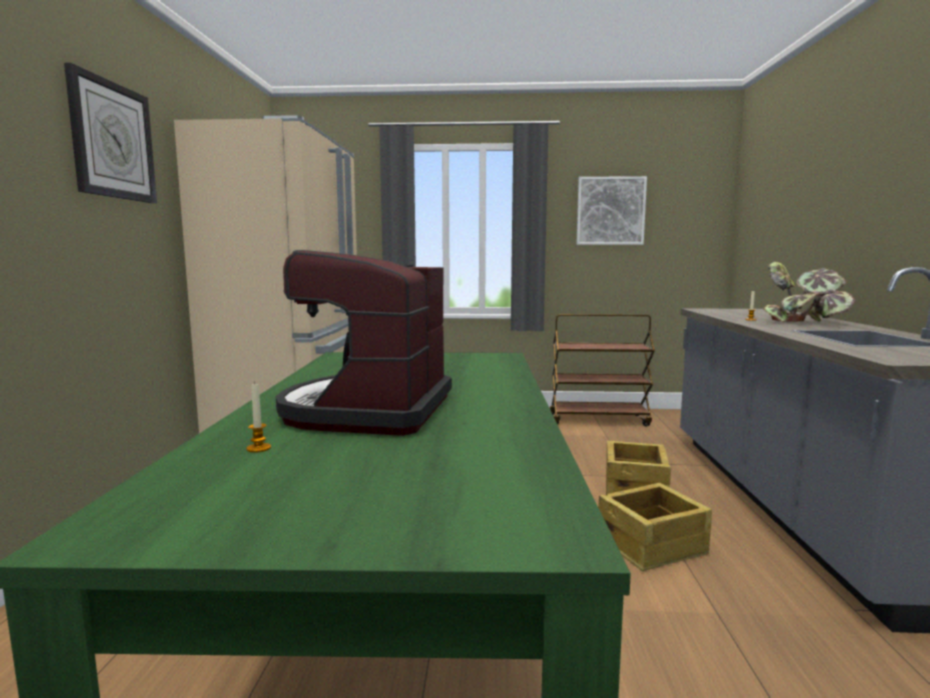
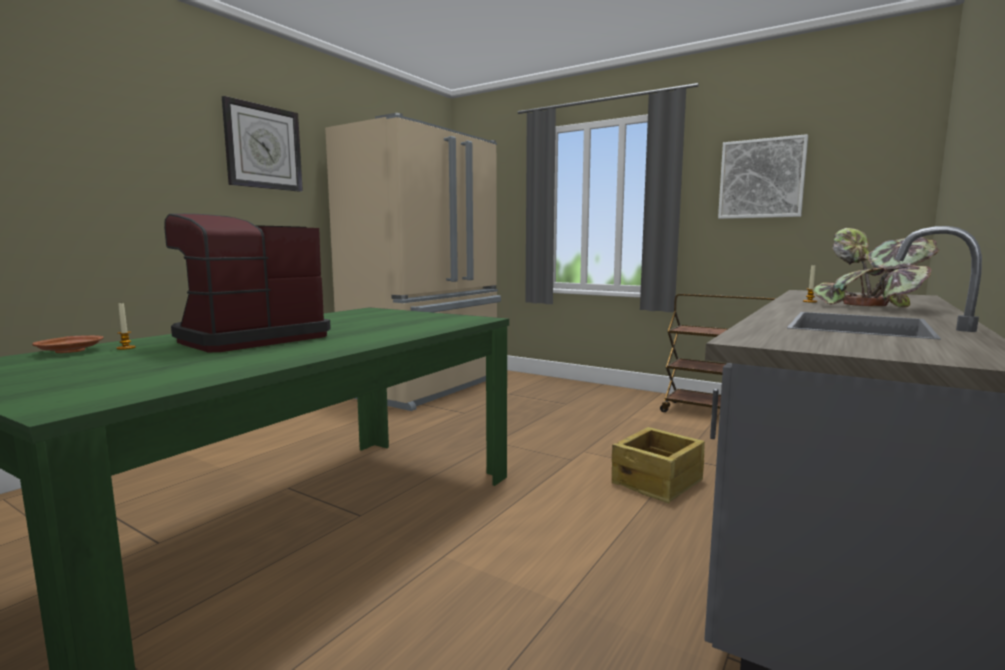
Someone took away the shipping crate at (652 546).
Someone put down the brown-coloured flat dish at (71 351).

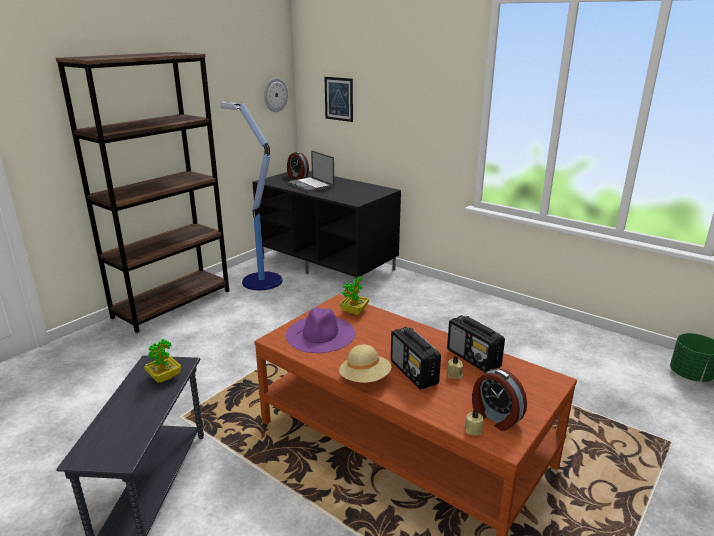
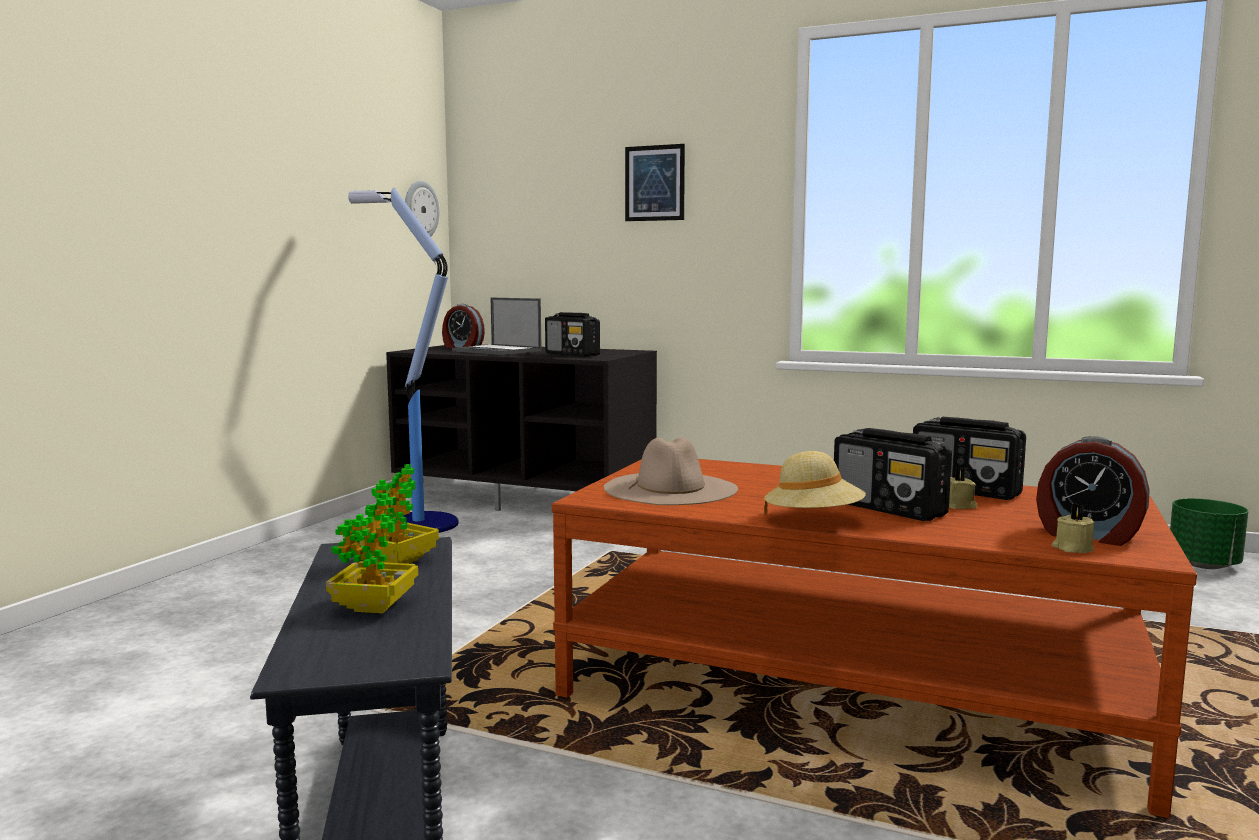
Someone took away the brown-coloured shelving unit at (173 303).
Someone repainted the purple-coloured wearable hat at (320 334), which became the beige-coloured wearable hat at (670 488).
Someone carried the wall art from (339 99) to (654 183).
Someone carried the houseplant from (354 311) to (374 607).
Someone put down the radio at (572 354).

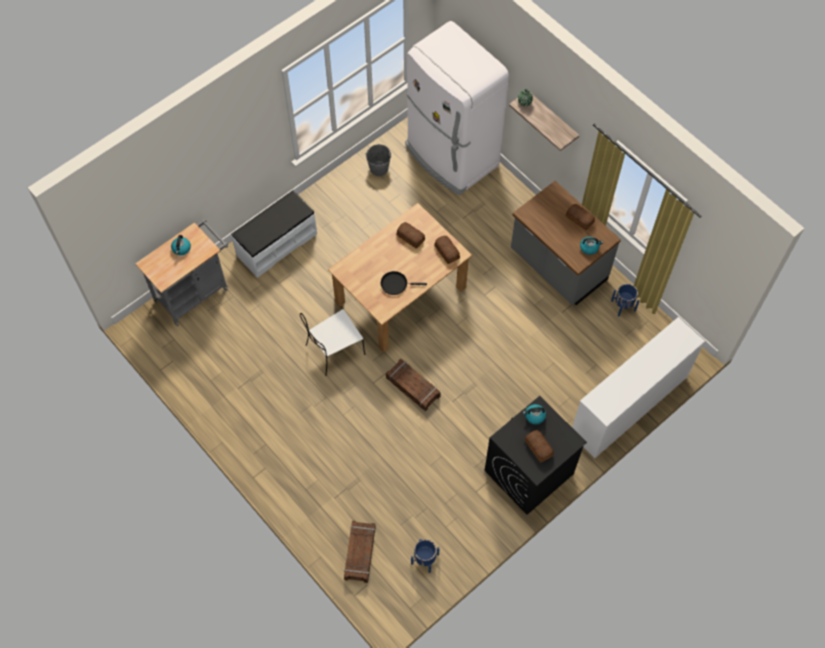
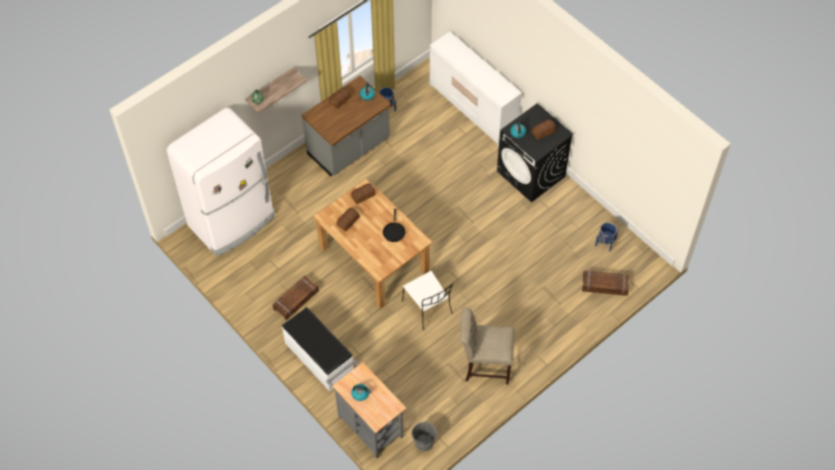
Someone carried the greyish bucket from (379 168) to (424 442).
Someone carried the shipping crate from (412 387) to (296 300).
Someone put down the beige-coloured upright chair at (484 365).

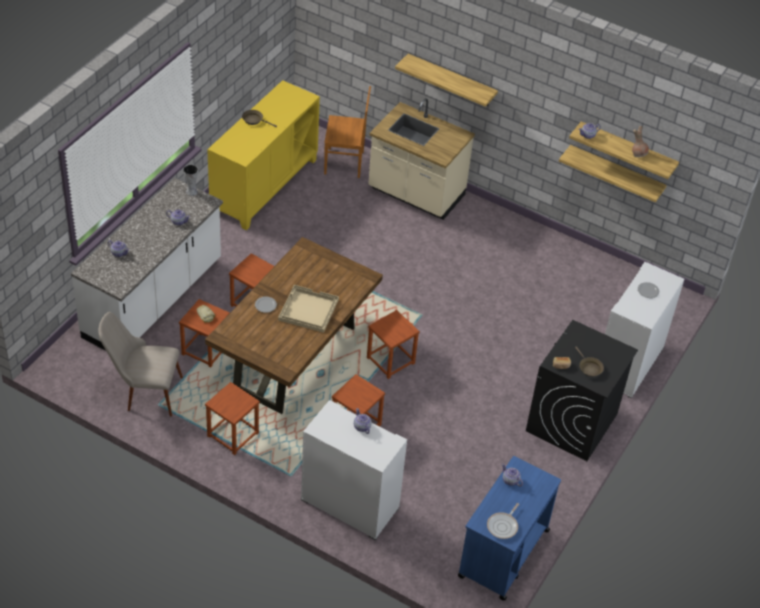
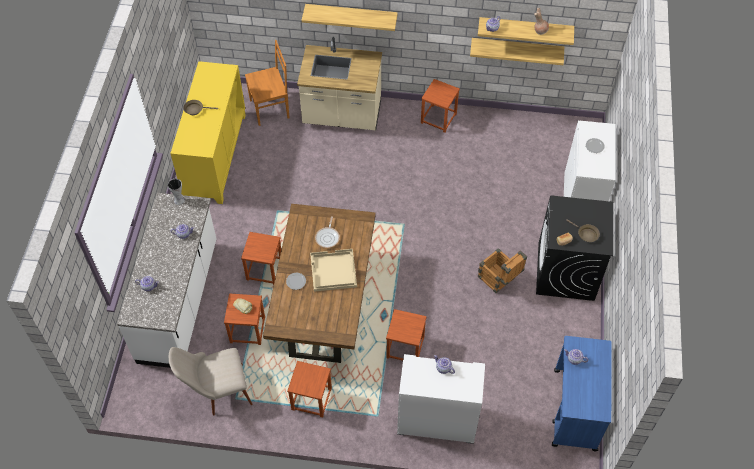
Someone carried the brown-coloured stool from (391 361) to (438 118).
Someone carried the skillet from (503 526) to (328 237).
Someone put down the shipping crate at (499 280).

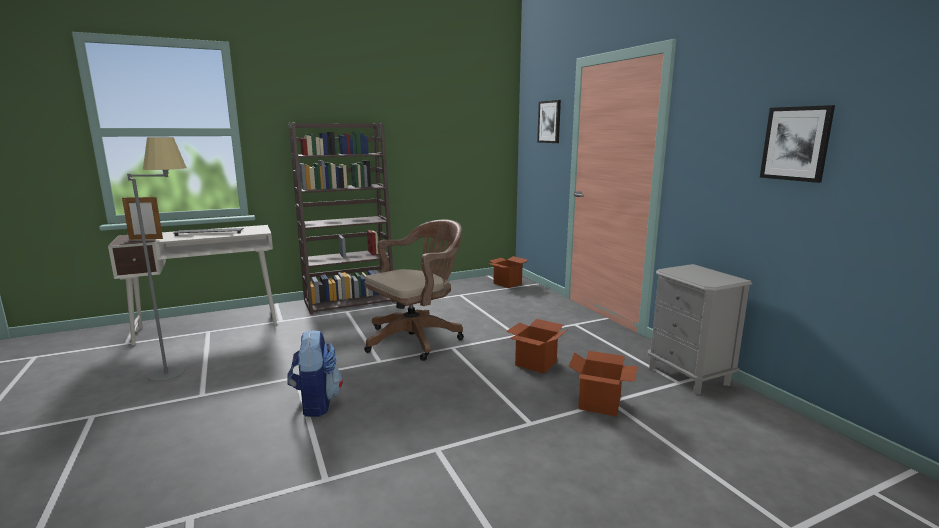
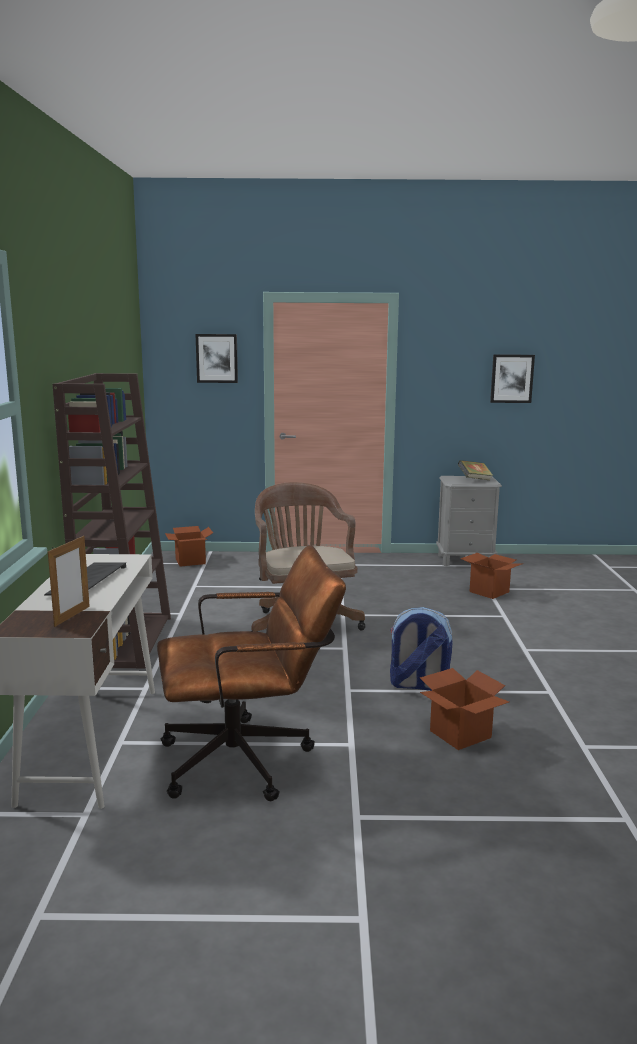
Someone swapped the greyish standing lamp at (181 367) for the brown-coloured desk chair at (249 760).
Someone carried the carton from (536 363) to (460 734).
Someone put down the book at (474 480).

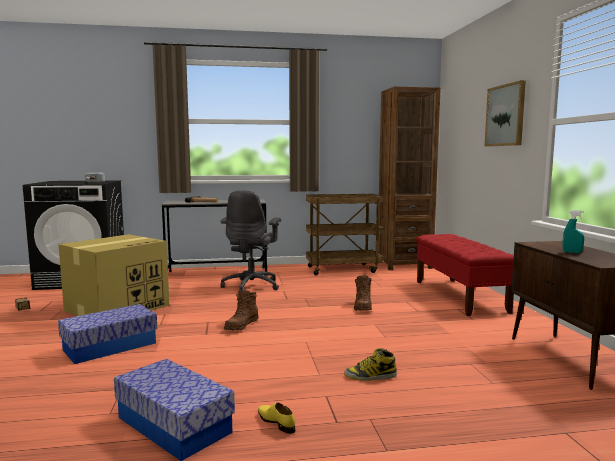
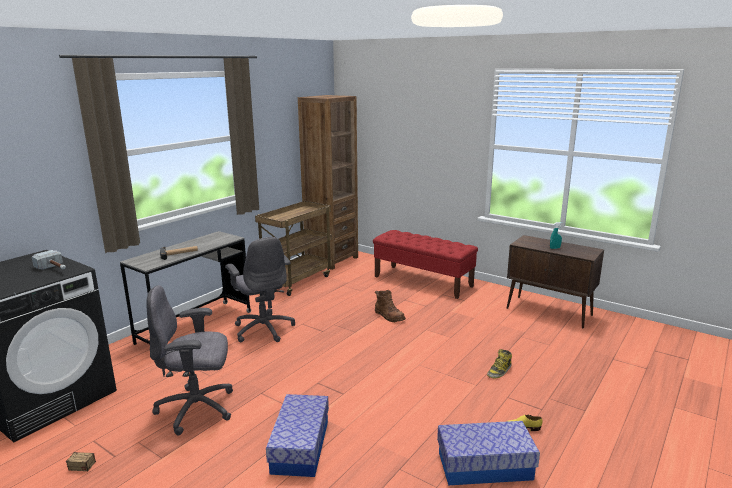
Someone swapped the carton at (118 307) for the greyish desk chair at (197 409).
Someone took away the brown-coloured tall boot at (241 325).
Someone took away the wall art at (505 115).

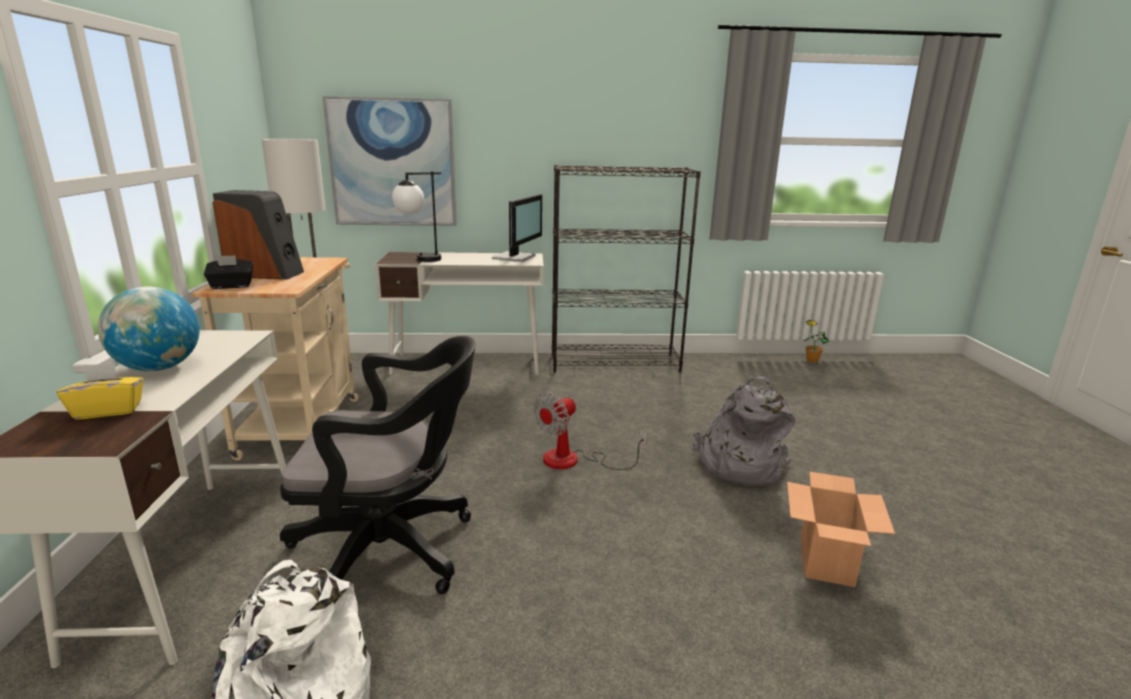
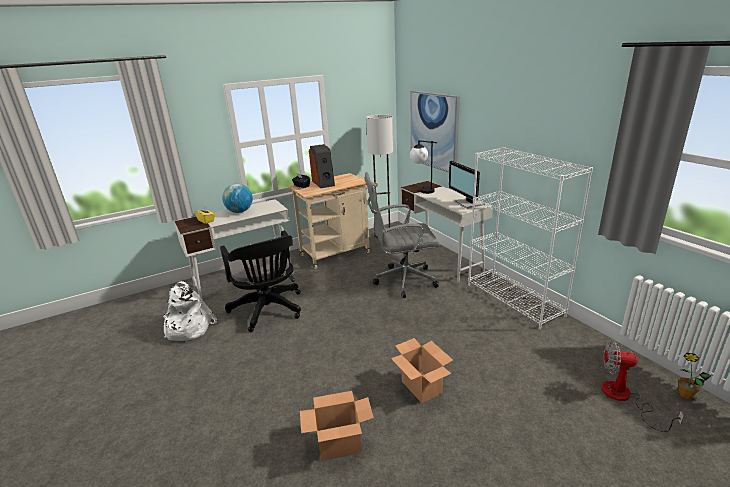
Someone rotated the monitor at (516 257) by 75 degrees clockwise.
Someone carried the electric fan from (574 461) to (624 398).
Someone repainted the black-coloured shelving unit at (615 363), which became the white-coloured shelving unit at (514 300).
Someone swapped the greyish backpack at (738 465) for the carton at (422 387).
Someone put down the greyish desk chair at (402 281).

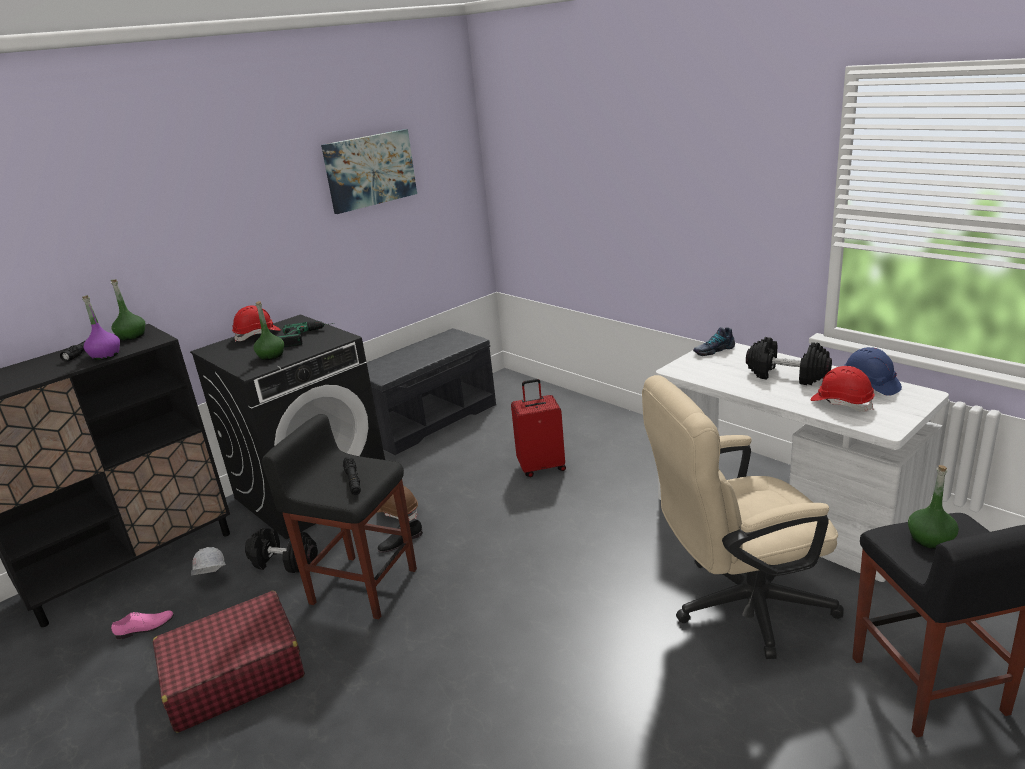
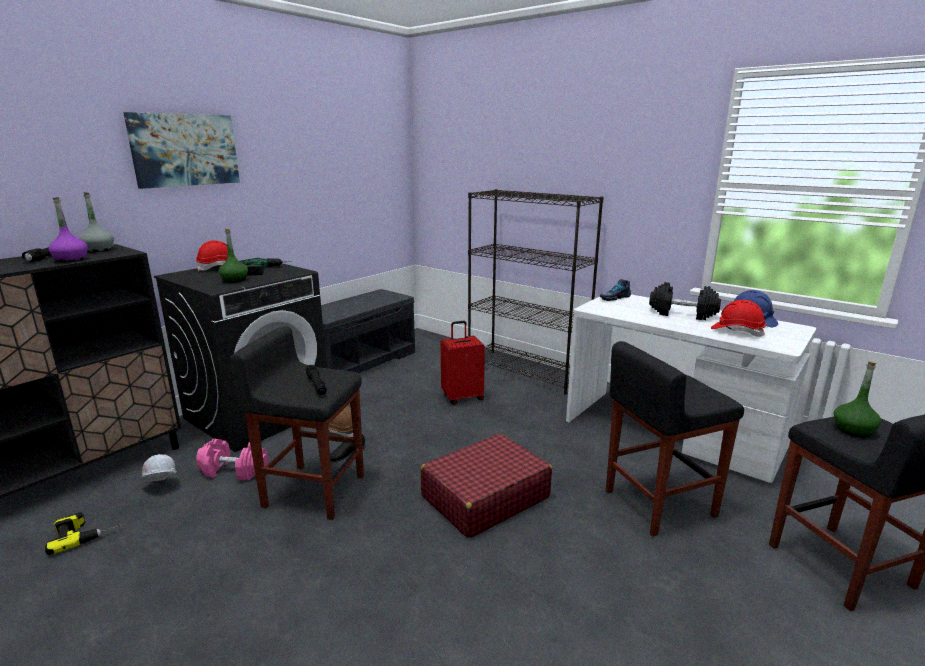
Someone repainted the green drink bottle at (132 336), which became the greyish drink bottle at (99 250).
Someone swapped the pink-coloured shoe at (145 628) for the power drill at (87 532).
Someone carried the reddish piece of luggage from (233 674) to (484 497).
Someone repainted the black-coloured hand weight at (283 562), which became the pink-coloured hand weight at (234 471).
Someone carried the wall art from (370 170) to (185 150).
Someone swapped the beige-coloured desk chair at (737 606) for the black-coloured stool at (658 503).
Someone put down the black-coloured shelving unit at (526 371).

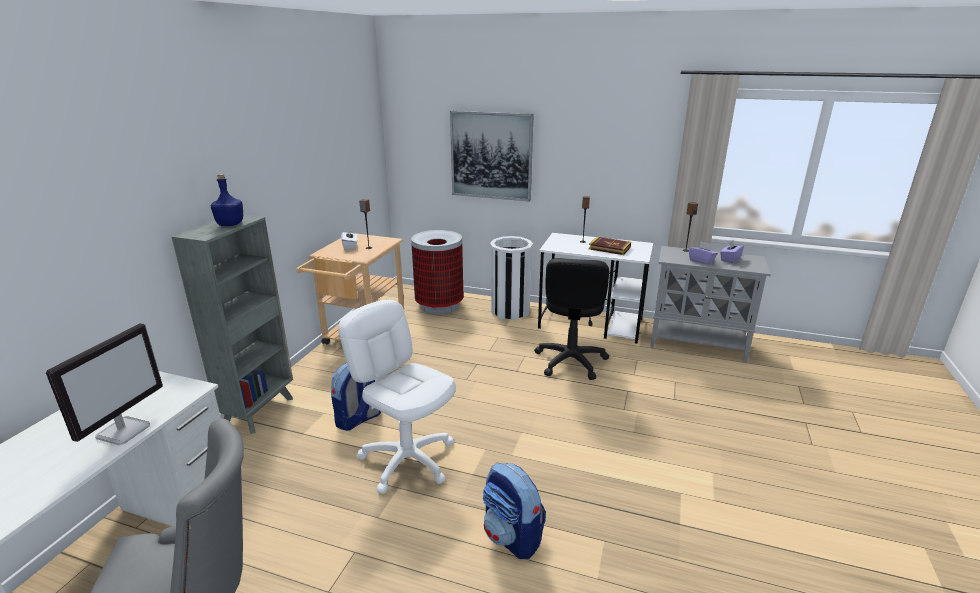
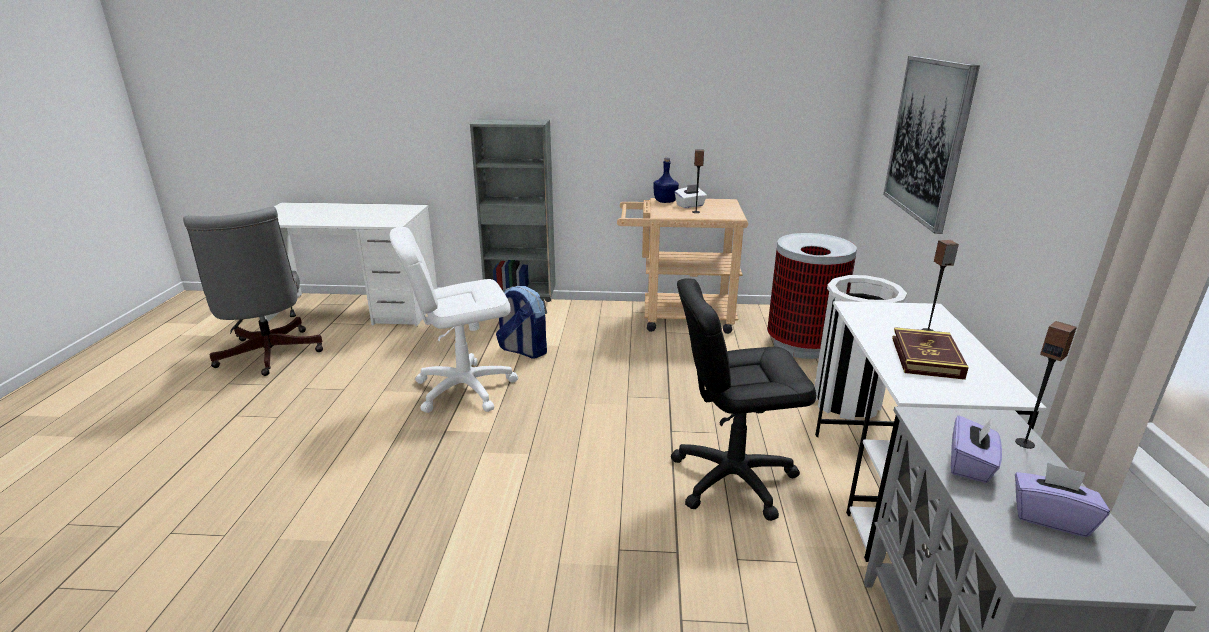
Someone took away the monitor at (124 431).
Someone carried the bluish drink bottle from (231 224) to (665 201).
Someone rotated the white-coloured desk chair at (407 459) by 135 degrees counterclockwise.
Someone took away the backpack at (512 537).

